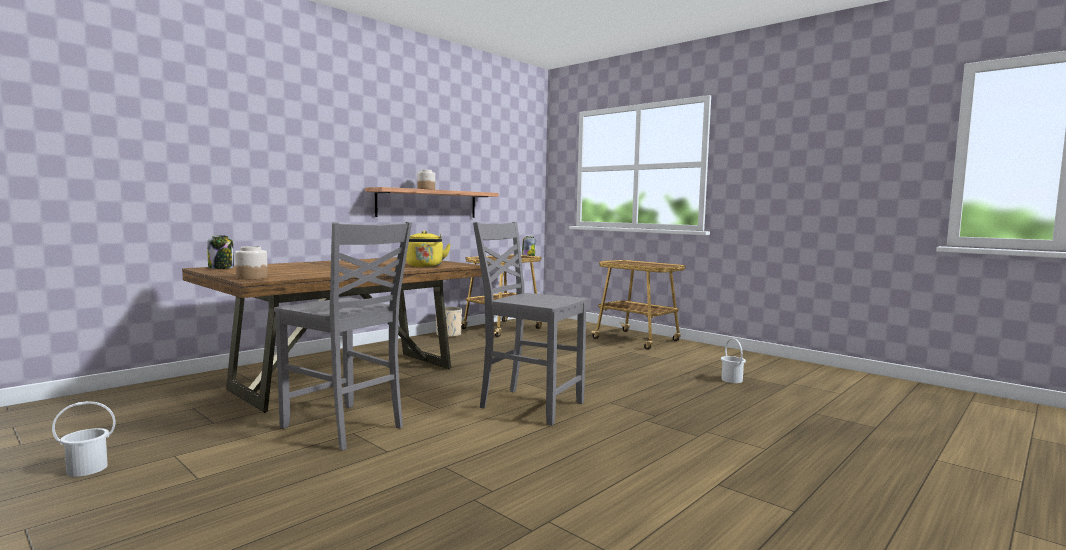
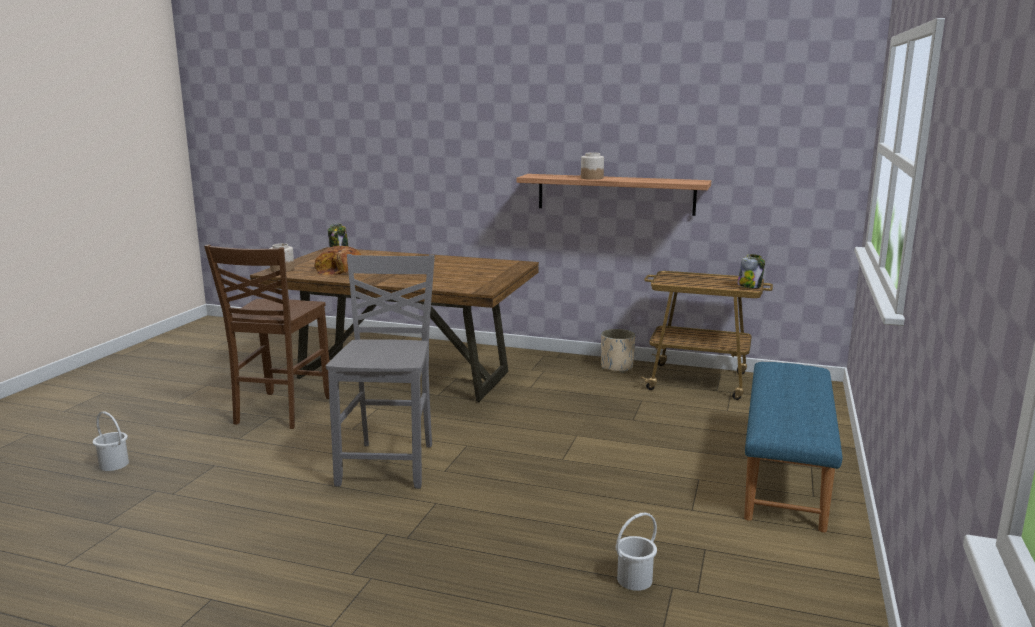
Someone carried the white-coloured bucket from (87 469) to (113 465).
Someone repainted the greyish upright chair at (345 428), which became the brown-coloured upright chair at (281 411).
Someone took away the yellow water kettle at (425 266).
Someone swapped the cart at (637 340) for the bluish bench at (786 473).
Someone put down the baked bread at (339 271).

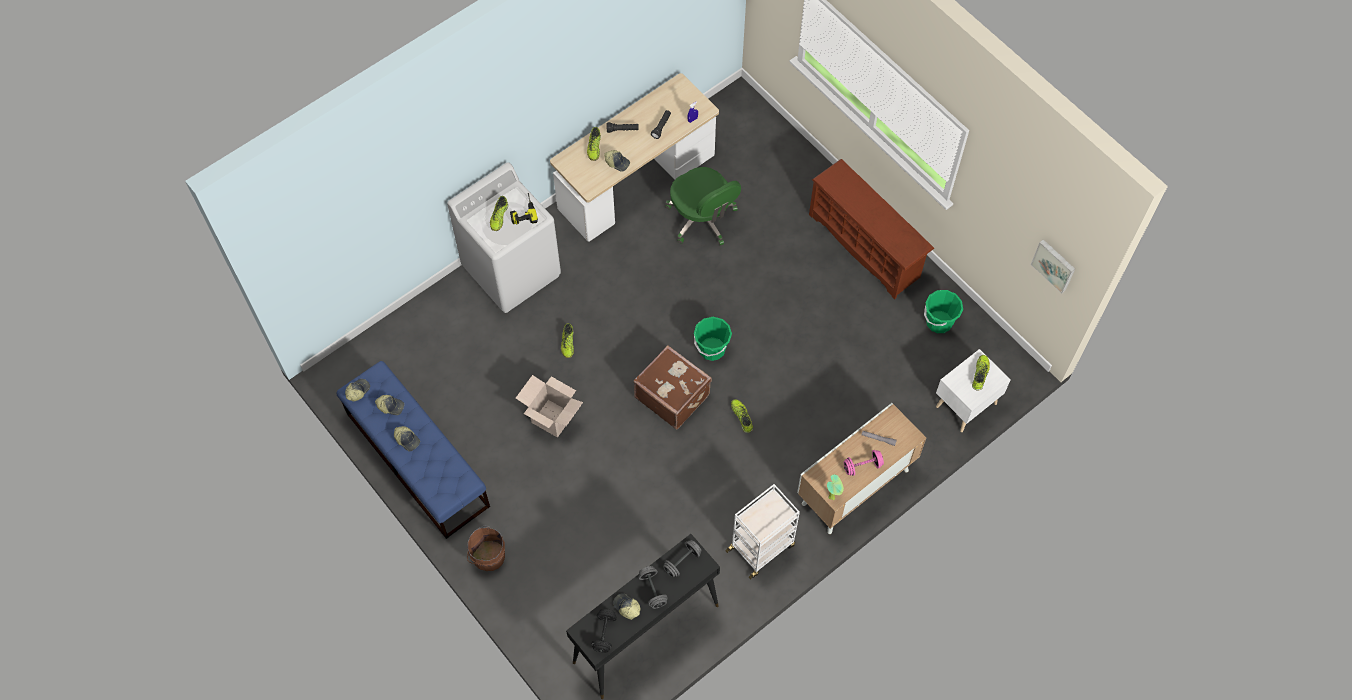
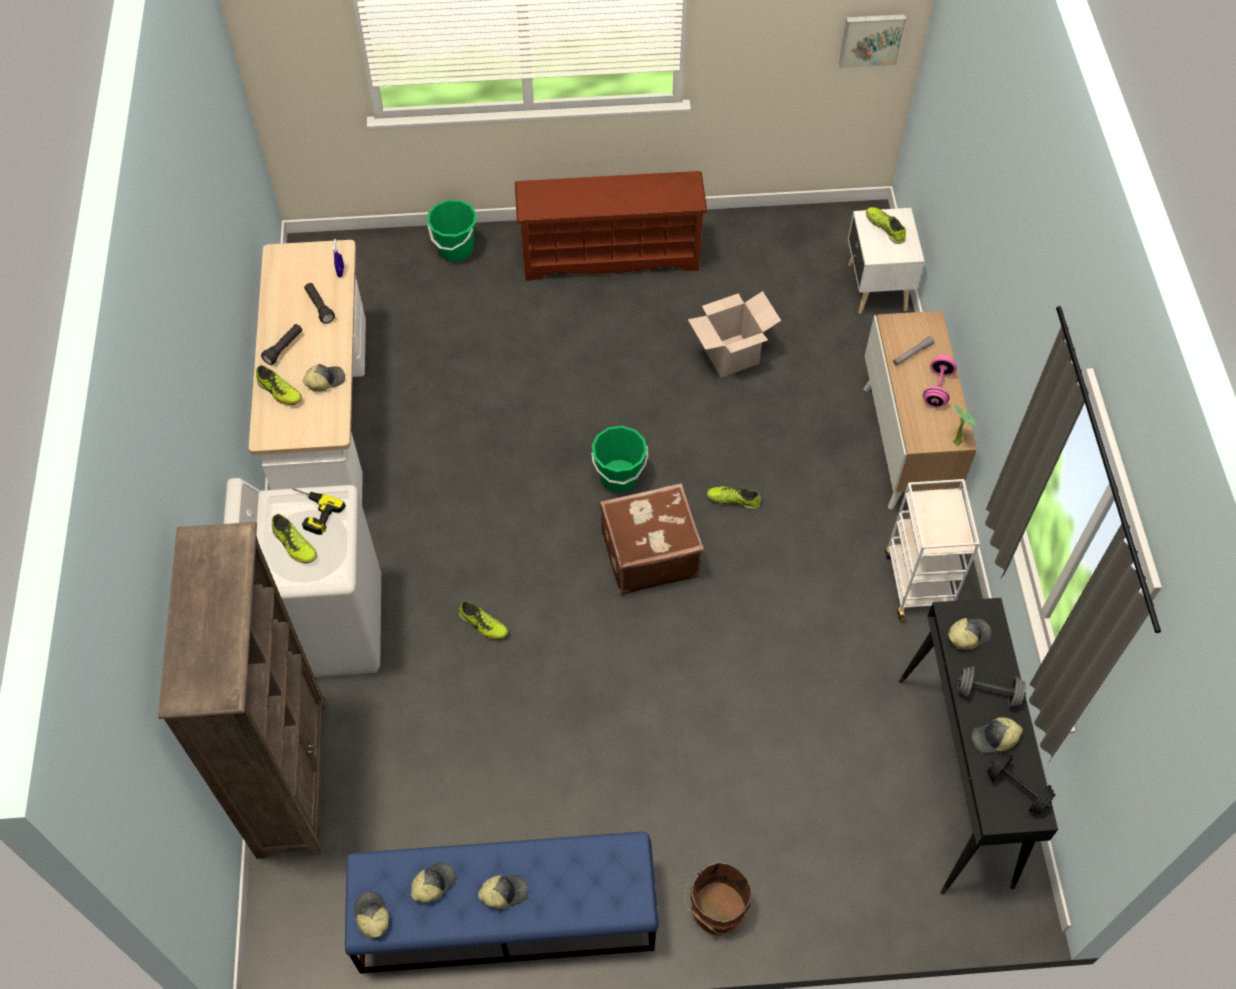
Someone carried the carton from (552 418) to (731 356).
Someone swapped the greyish hand weight at (682 562) for the cap at (967 635).
Someone took away the green desk chair at (702 219).
Someone carried the green bucket from (939 322) to (456 249).
Someone put down the brown-coloured shelving unit at (292 776).

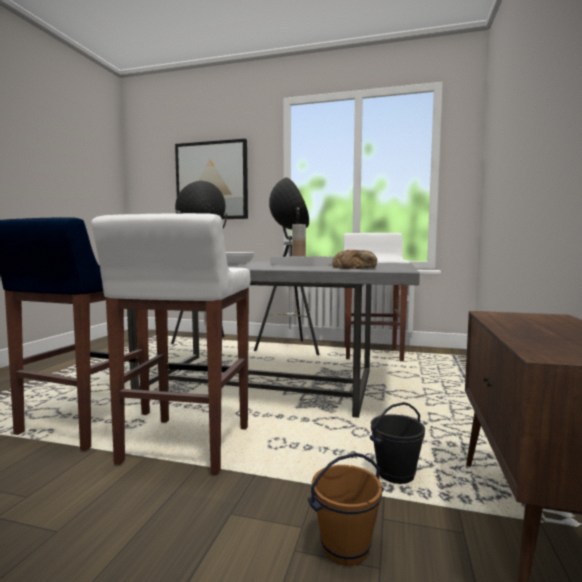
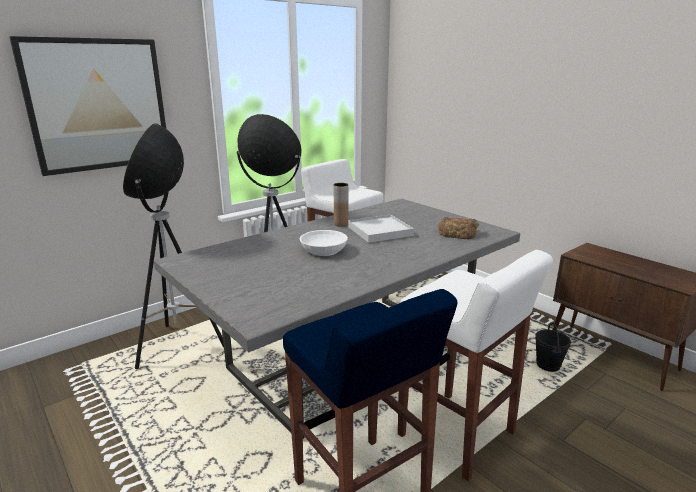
Someone took away the brown-coloured bucket at (345 547).

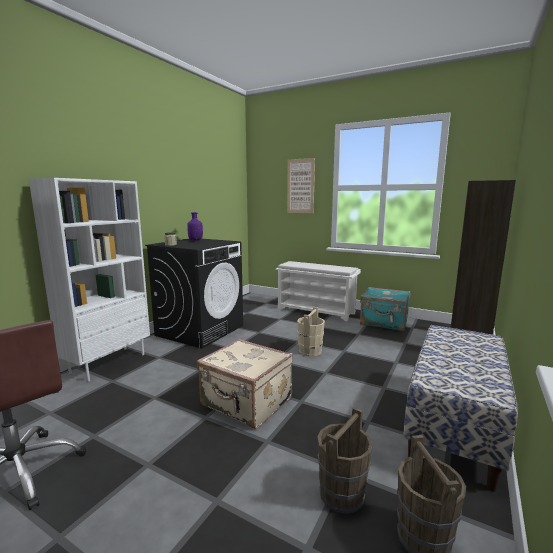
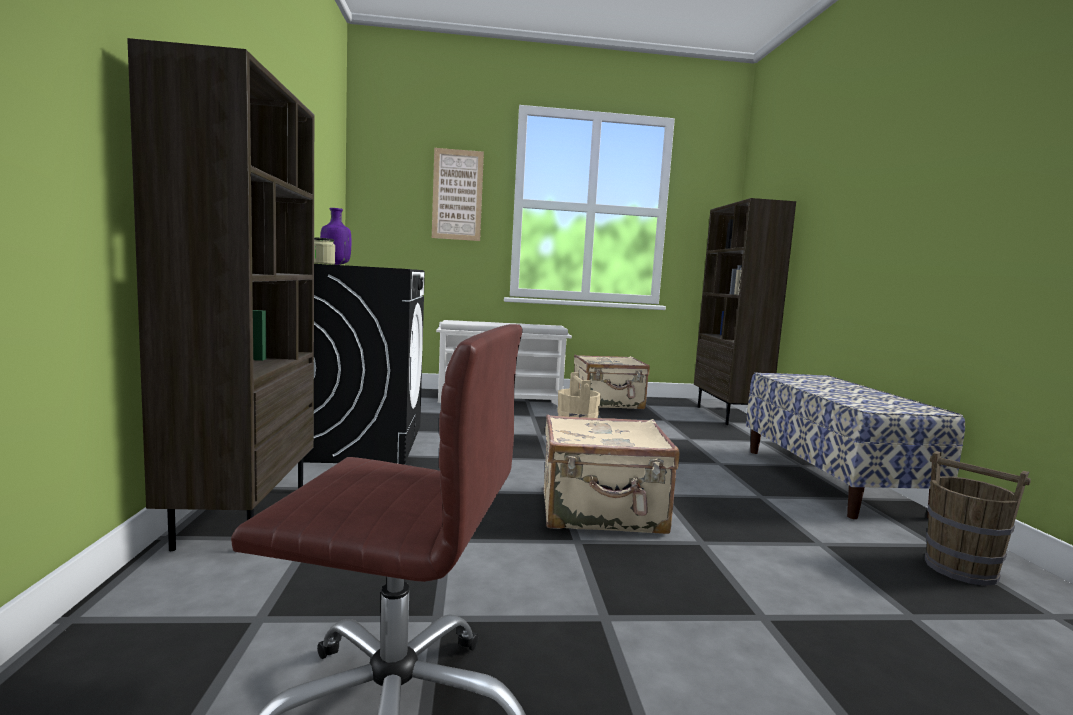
Someone repainted the white-coloured shelving unit at (108 363), which became the brown-coloured shelving unit at (242 516).
Someone took away the brown-coloured bucket at (341 494).
Someone repainted the blue-green piece of luggage at (384 322), which became the beige-coloured piece of luggage at (608 403).

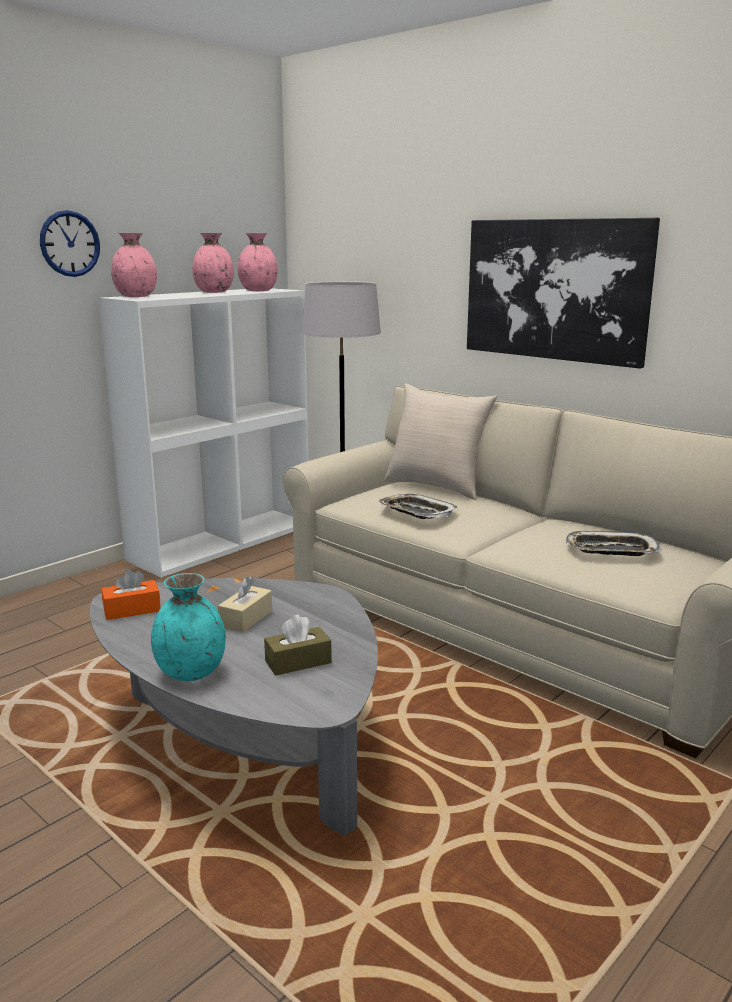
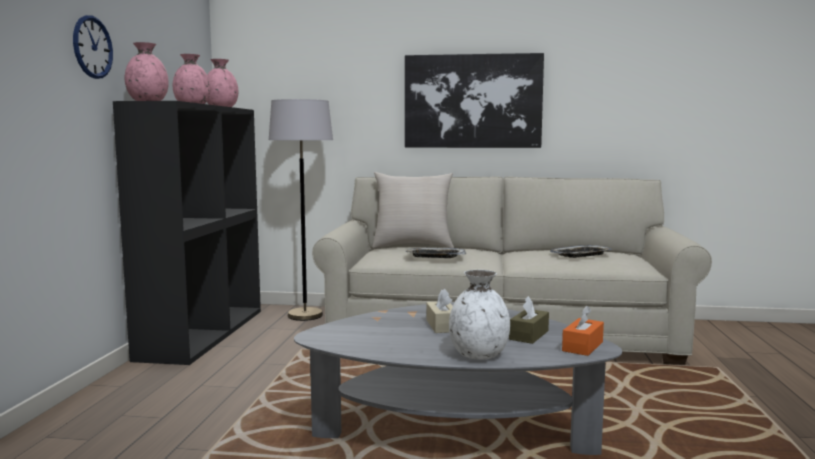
Someone repainted the white-coloured shelving unit at (222 541), which became the black-coloured shelving unit at (202 333).
Someone carried the orangey box of tissues from (132 610) to (582 346).
Someone repainted the blue-green vase at (191 672), which became the white-coloured vase at (478 355).

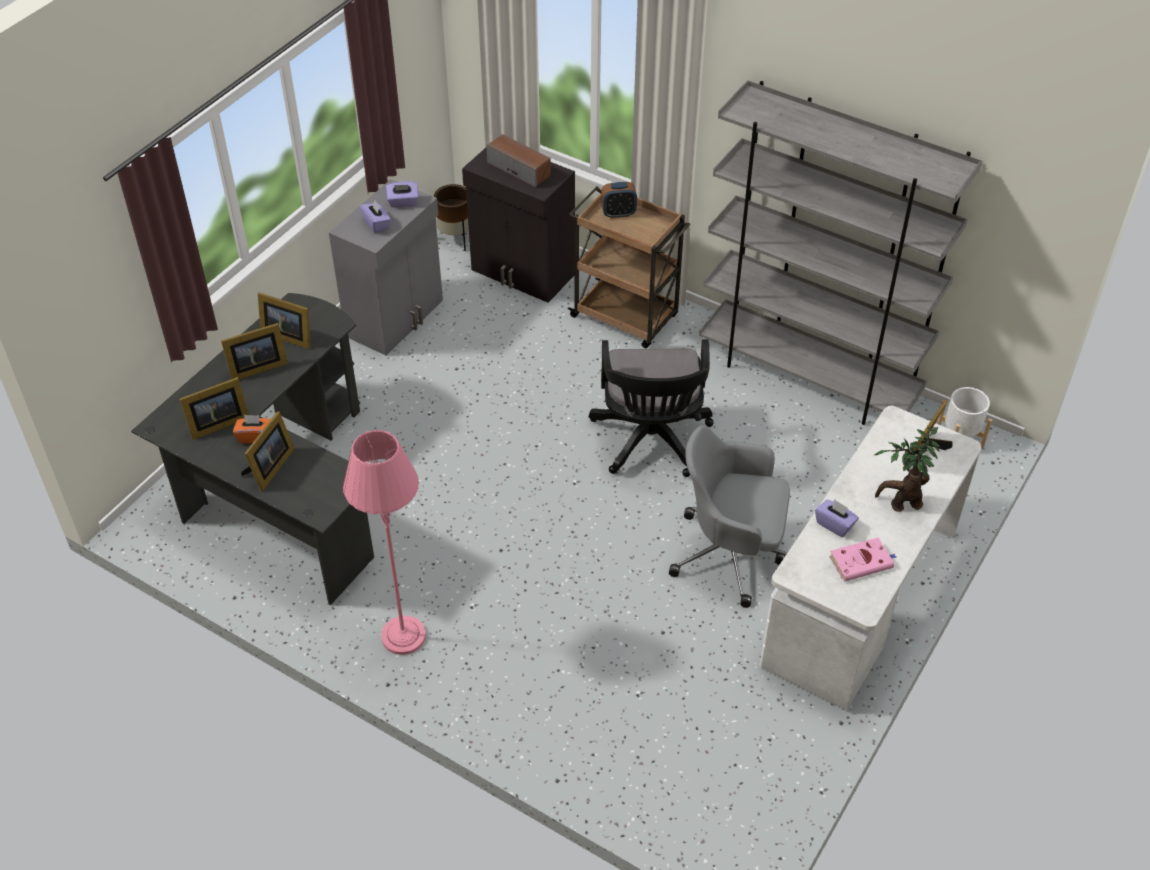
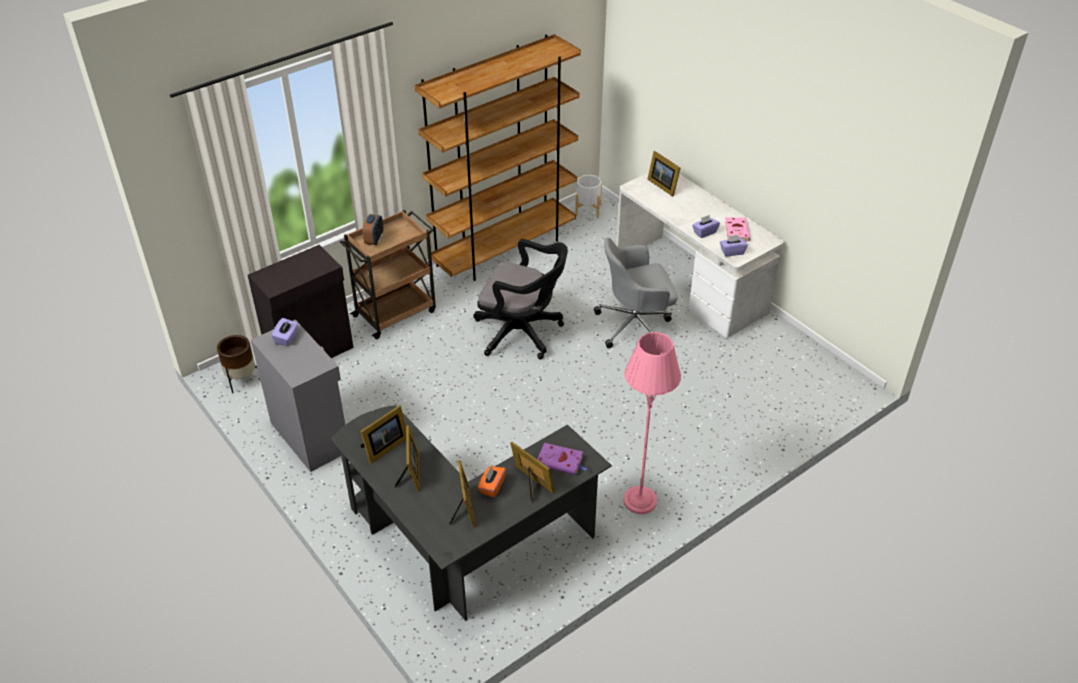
Someone carried the purple-coloured box of tissues from (376 224) to (732 252).
Someone took away the speaker at (519 169).
Someone rotated the greyish desk chair at (730 555) by 45 degrees clockwise.
Someone repainted the greyish shelving unit at (808 376), which became the brown-coloured shelving unit at (504 250).
Someone took away the houseplant at (901 504).
Someone put down the purple-coloured book at (561 461).

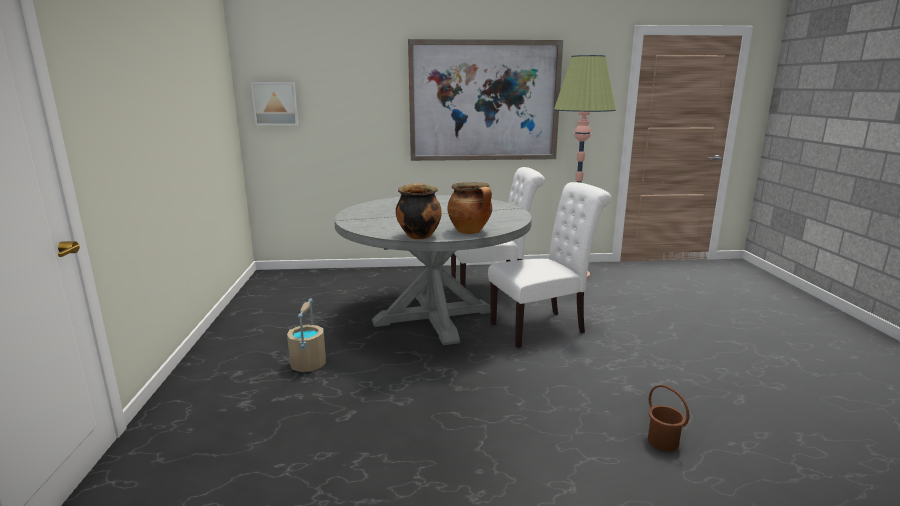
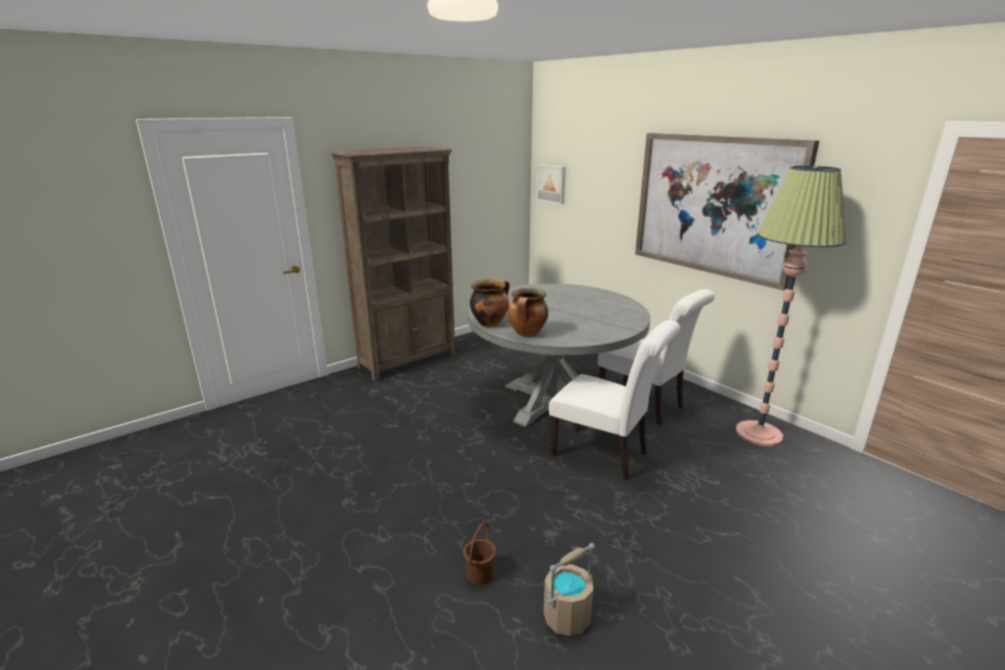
Someone carried the beige-coloured bucket from (308 364) to (566 617).
Someone put down the brown-coloured shelving unit at (408 361).

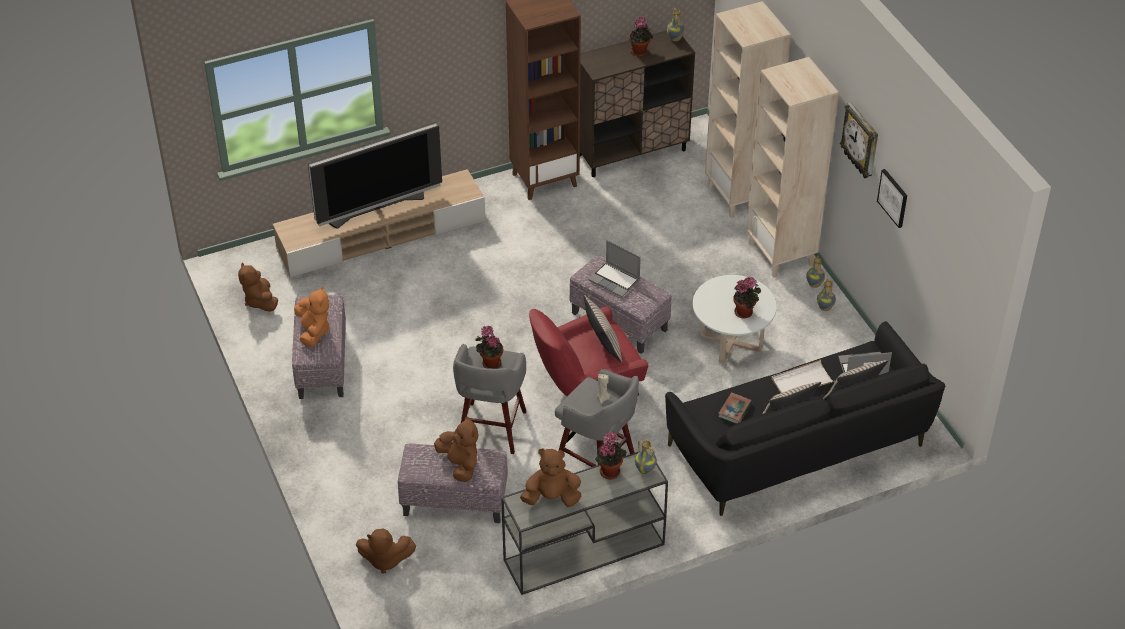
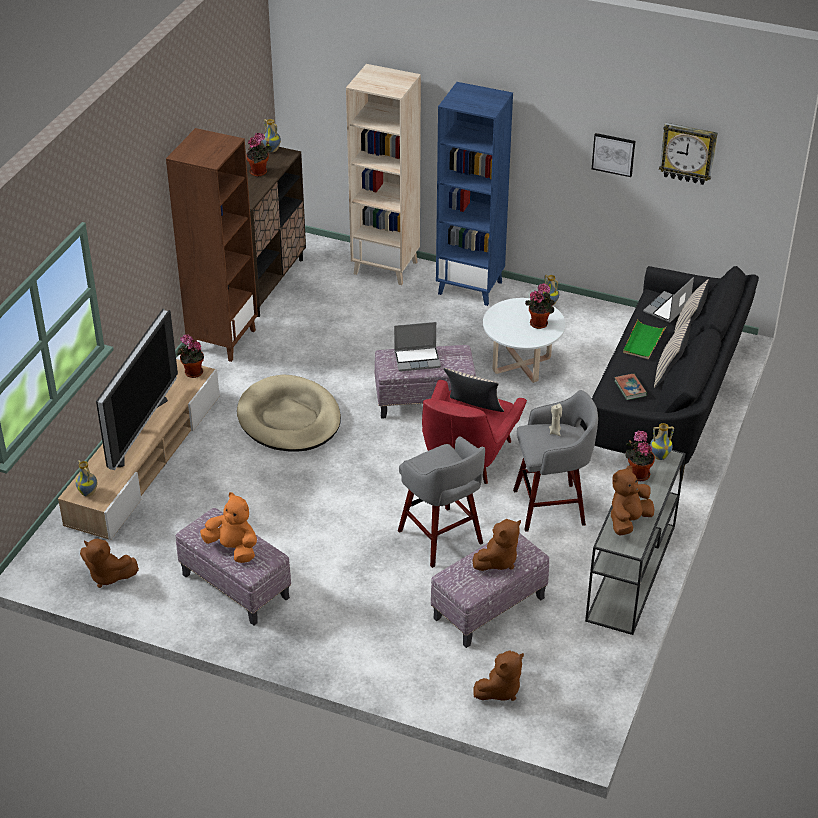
Someone rotated the brown-coloured cuddly toy at (460 464) by 120 degrees clockwise.
Someone carried the houseplant from (490 363) to (192 373).
Someone repainted the beige-coloured shelving unit at (781 254), which became the bluish shelving unit at (470 287).
Someone repainted the white-coloured serving tray at (802 381), which became the green serving tray at (643 341).
Someone carried the vase from (815 284) to (88 493).
Someone carried the clock on the wall from (861 141) to (688 153).
Someone put down the beige-coloured dog bed at (289 418).

